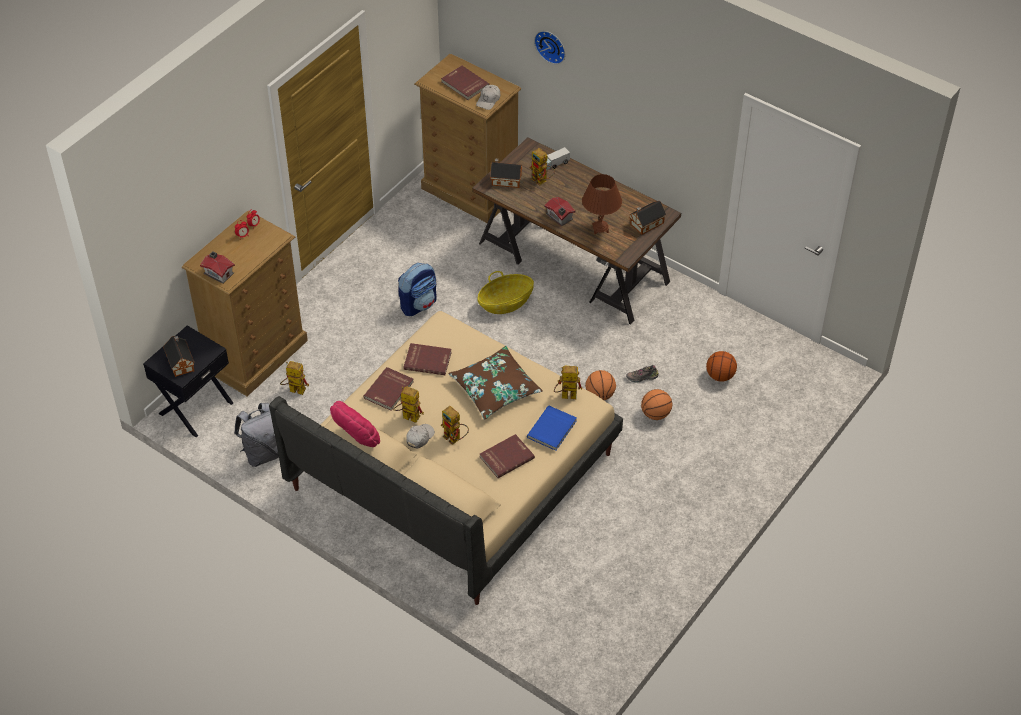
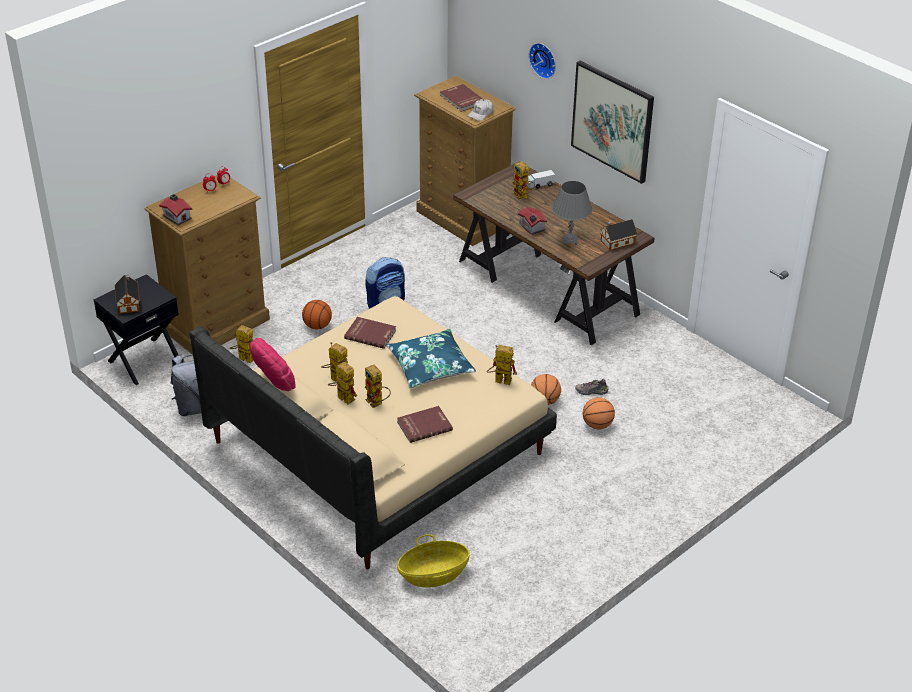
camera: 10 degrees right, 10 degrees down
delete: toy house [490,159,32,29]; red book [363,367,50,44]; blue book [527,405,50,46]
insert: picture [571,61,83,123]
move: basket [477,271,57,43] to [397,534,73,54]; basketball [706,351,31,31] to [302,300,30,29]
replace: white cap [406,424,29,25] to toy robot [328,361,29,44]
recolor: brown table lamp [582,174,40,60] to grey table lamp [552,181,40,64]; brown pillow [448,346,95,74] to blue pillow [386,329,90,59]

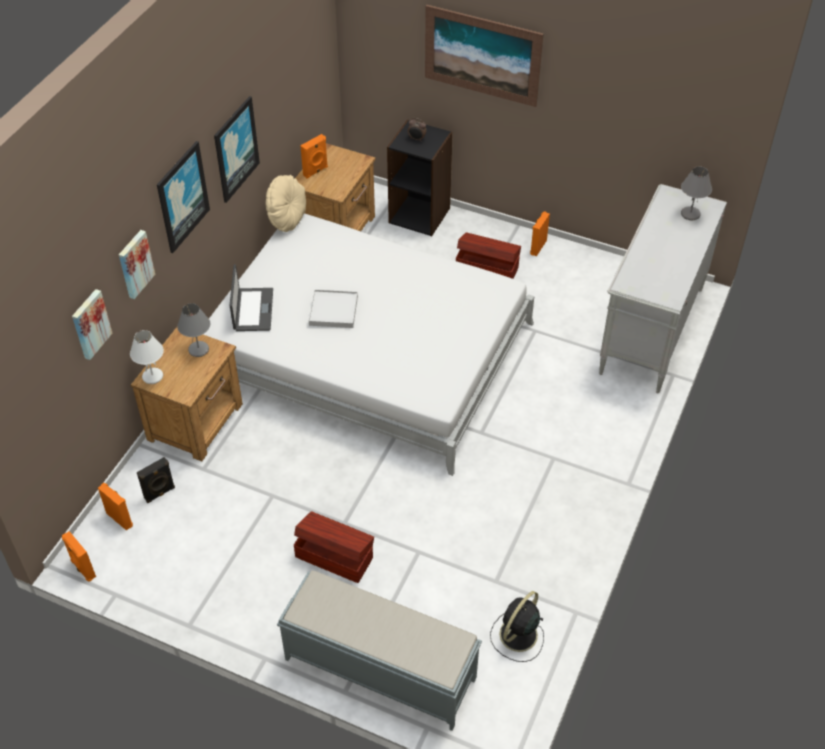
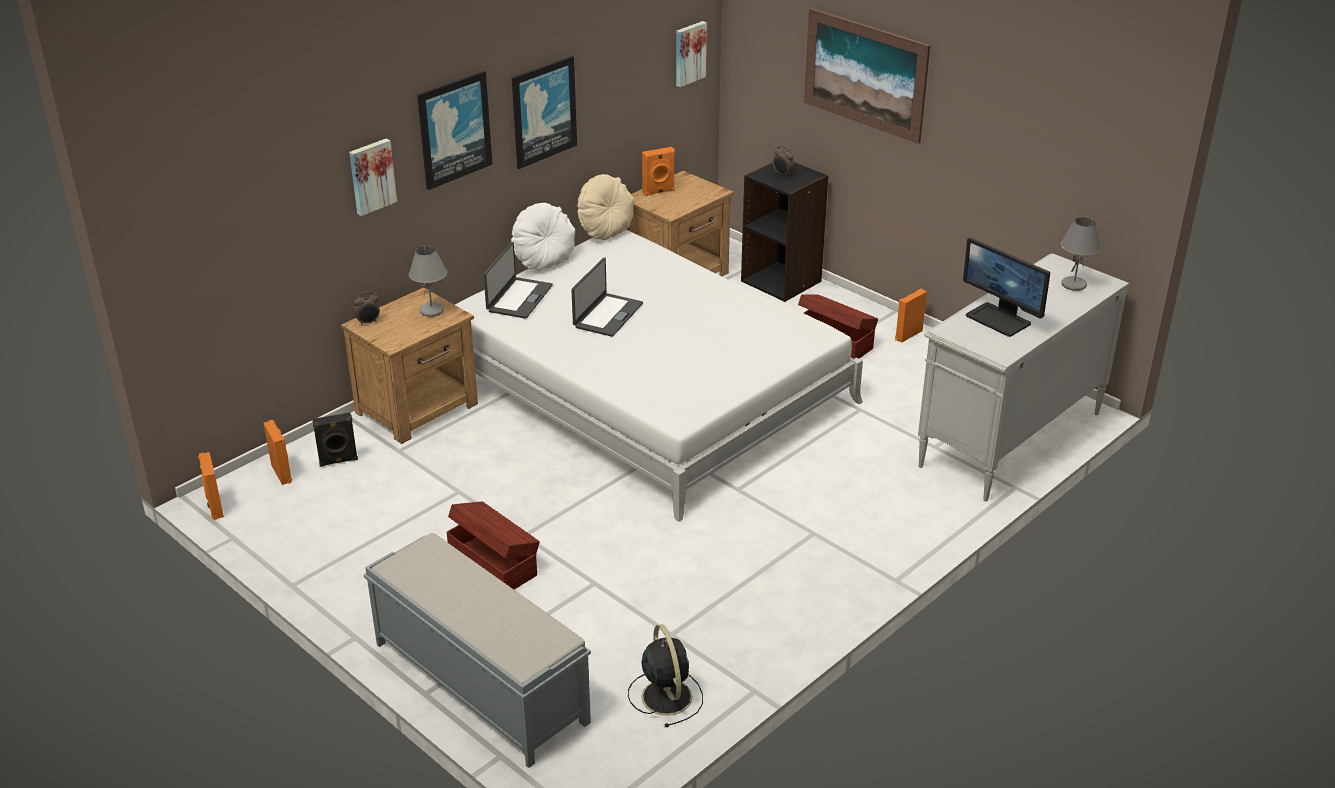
camera: 20 degrees right, 15 degrees down
insert: white pillow [511,203,64,68]; monitor [963,237,87,100]
move: picture [72,289,40,71] to [676,21,31,66]
replace: white tray [309,289,49,39] to laptop [571,257,72,80]; white table lamp [130,330,34,54] to alarm clock [353,291,27,35]
rotate: black fan [490,591,54,71] = [628,624,75,103] 105 degrees clockwise

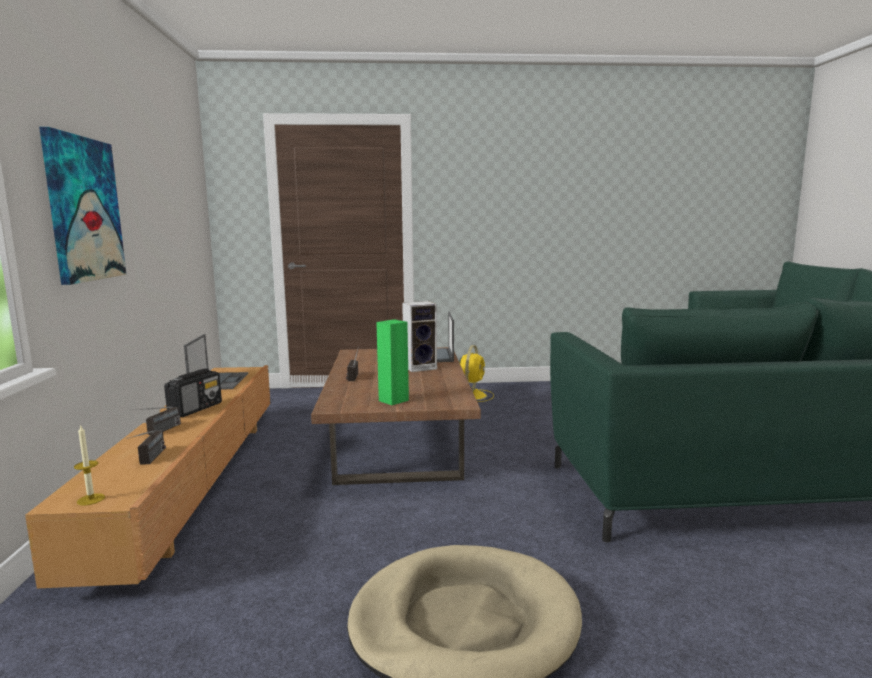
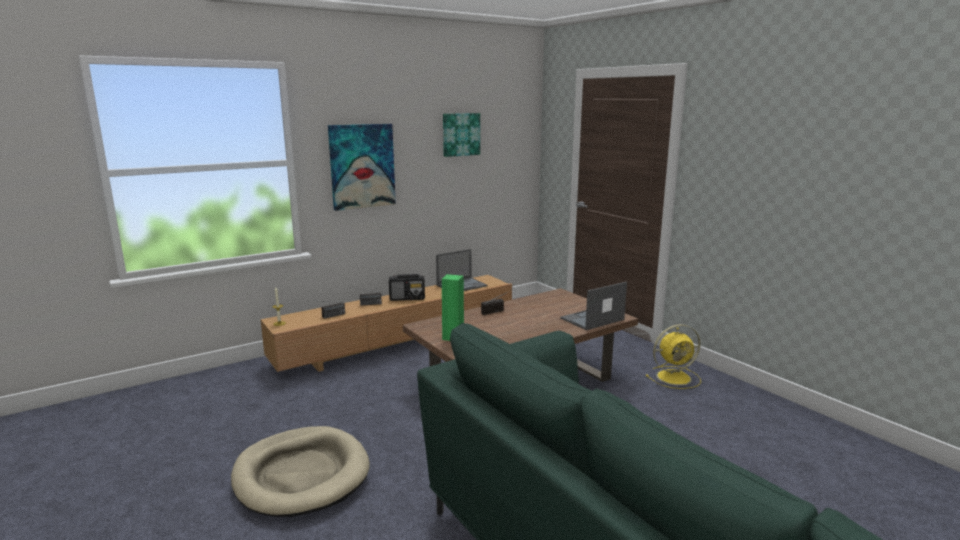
camera: 60 degrees right, 5 degrees up
delete: speaker [402,301,35,71]
insert: picture [443,113,37,44]

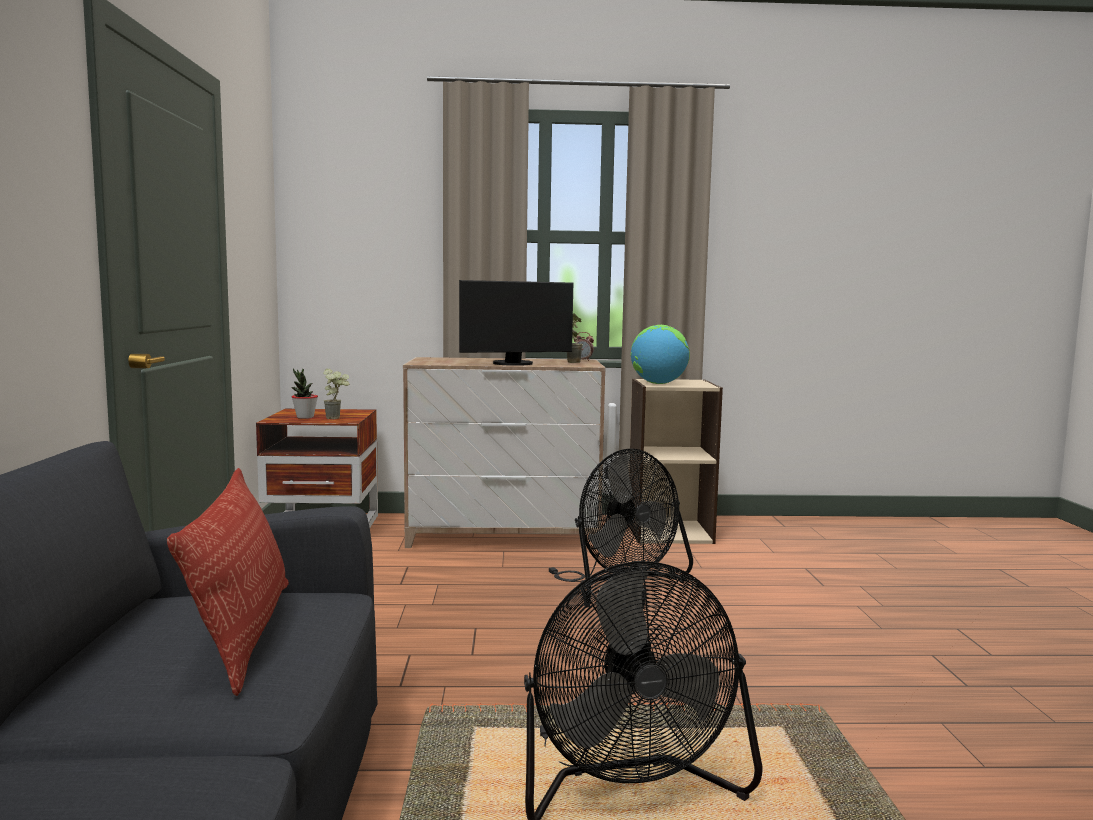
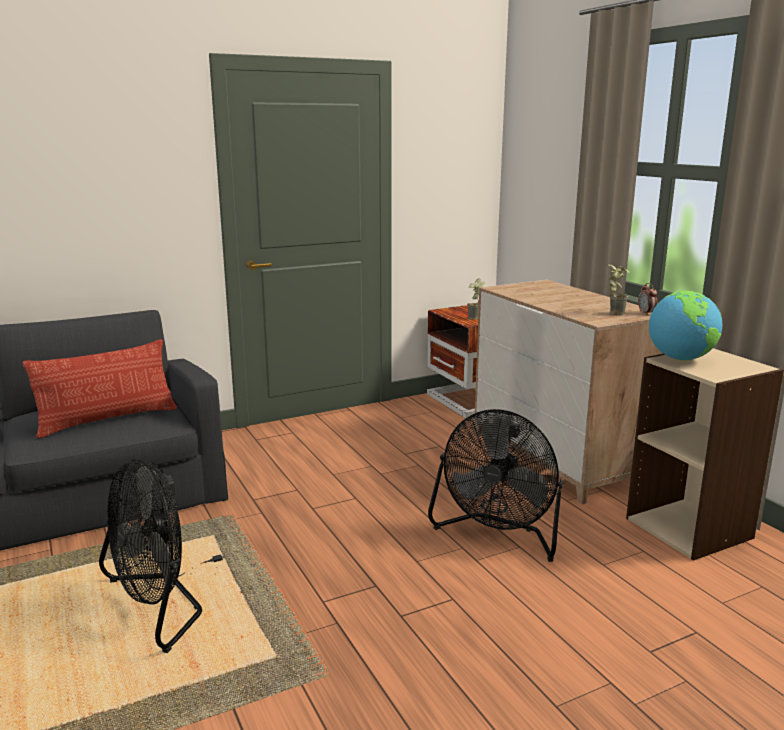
camera: 65 degrees right, 10 degrees up
delete: monitor [459,280,114,86]; potted plant [291,368,27,51]

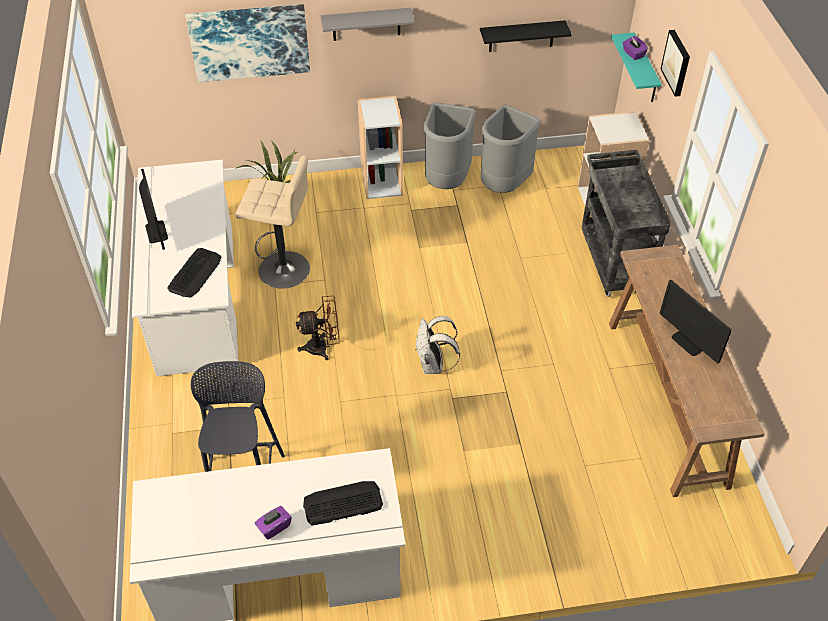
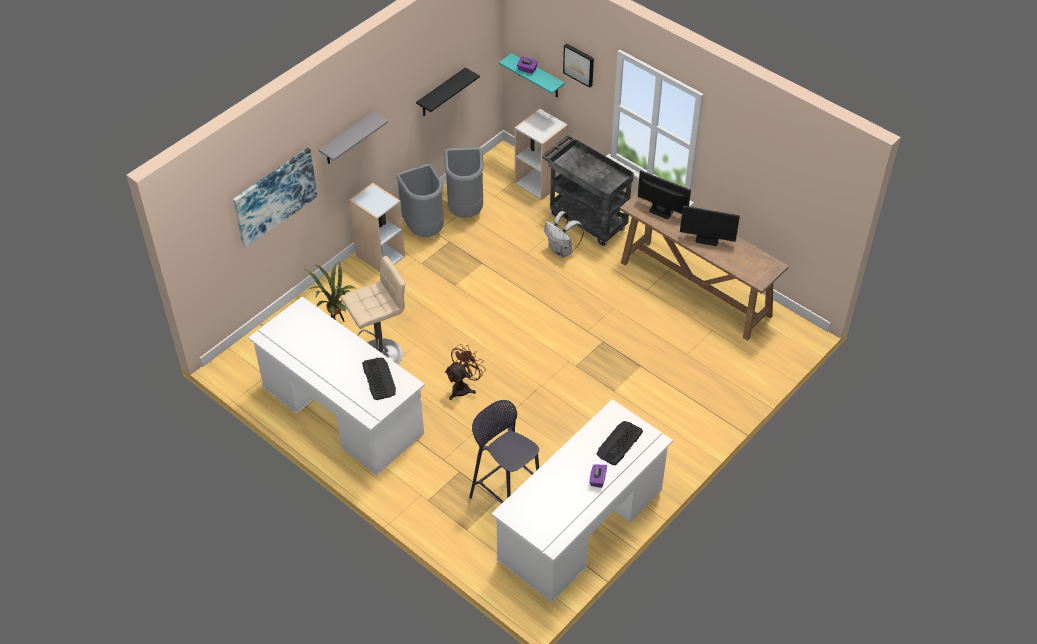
camera: 40 degrees left, 0 degrees up
move: monitor [139,169,29,81] to [638,171,53,48]; white backpack [416,316,44,58] to [544,211,40,47]

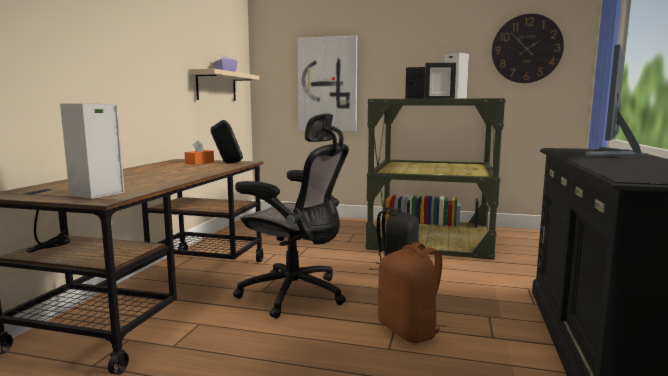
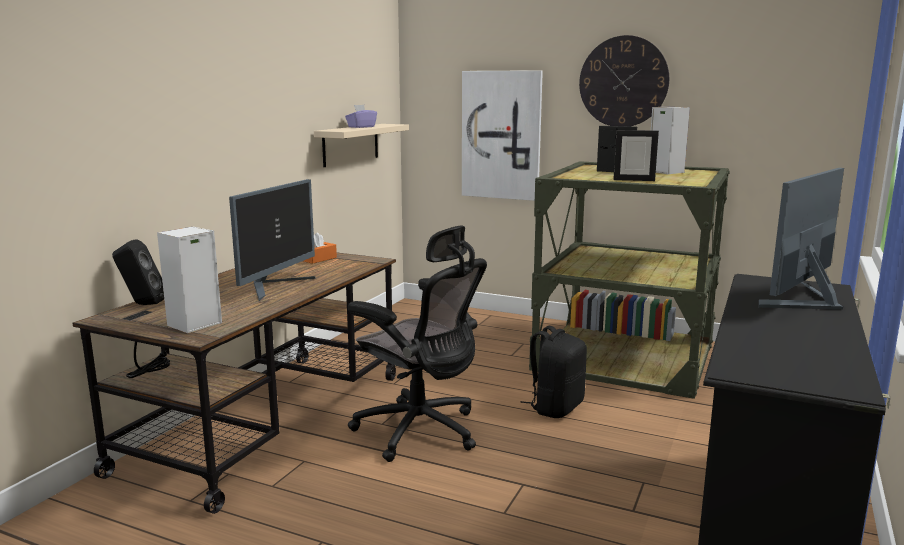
camera: 10 degrees right, 5 degrees up
delete: brown backpack [378,242,68,101]
insert: monitor [229,179,87,122]
move: wall clock [492,14,72,69] to [579,35,90,91]; black speaker [211,120,32,43] to [112,239,52,66]

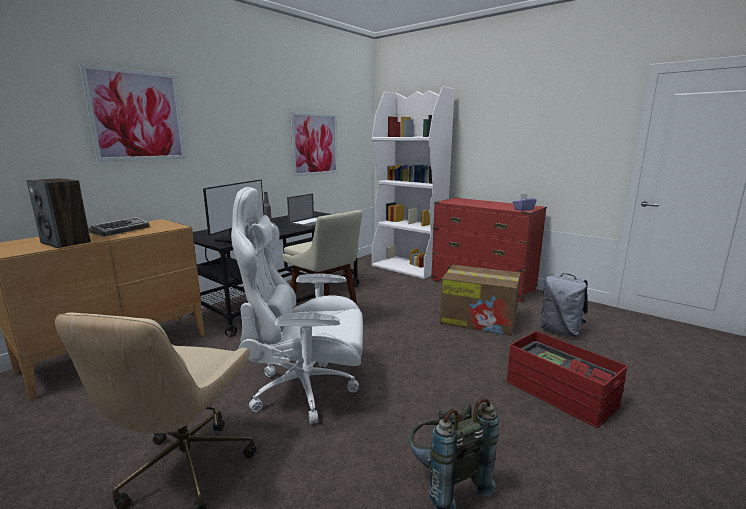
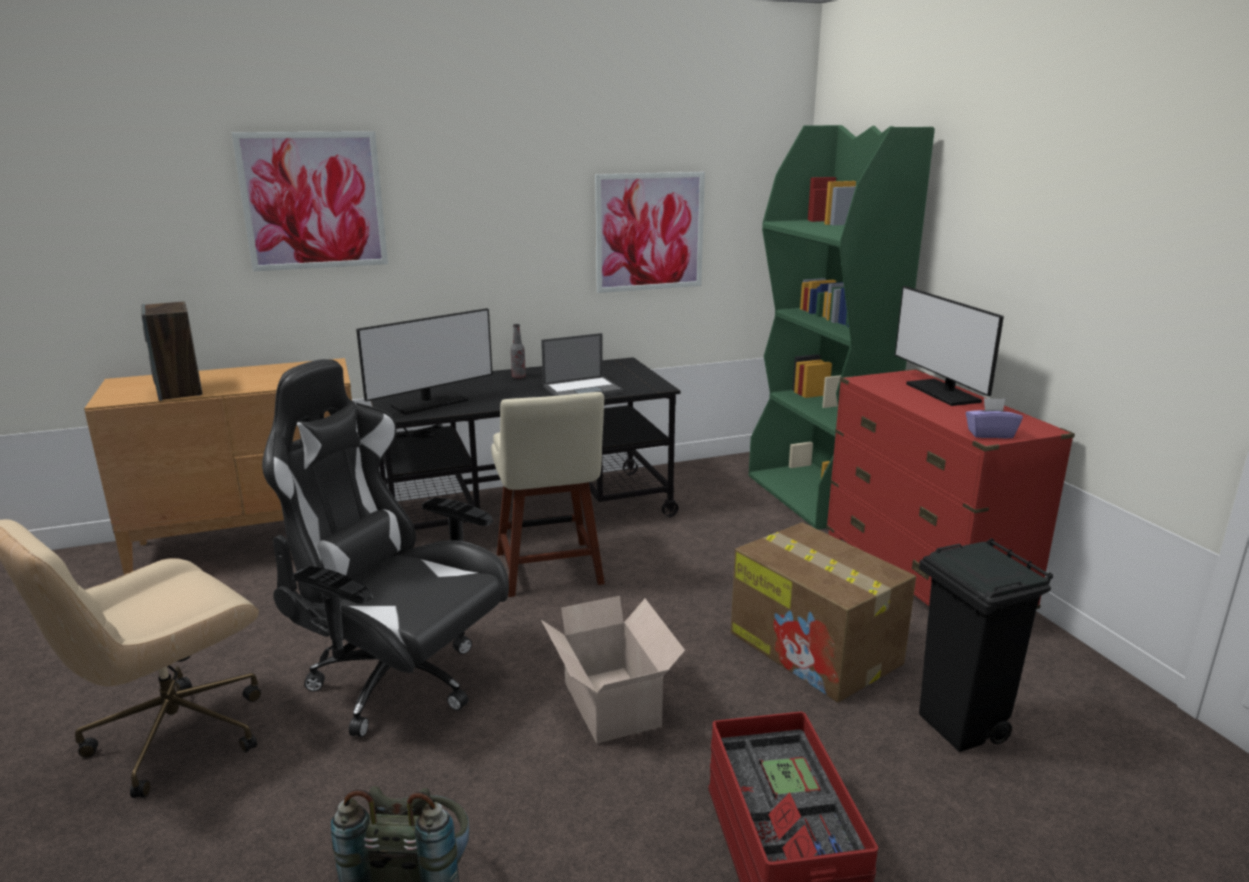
camera: 30 degrees right, 5 degrees up
delete: keyboard [88,217,61,20]
insert: monitor [895,286,109,120]; cardboard box [541,596,144,148]
replace: grey backpack [541,273,47,64] to black trash can [919,538,134,214]
recolor: white bookcase [372,86,82,193] to green bookcase [749,125,186,405]; white office chair [231,187,132,237] to black office chair [262,359,247,378]

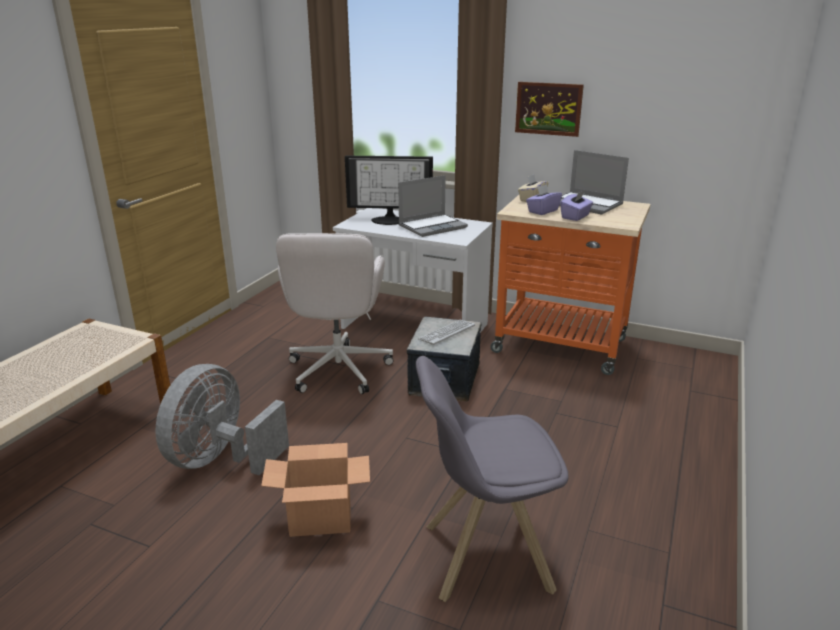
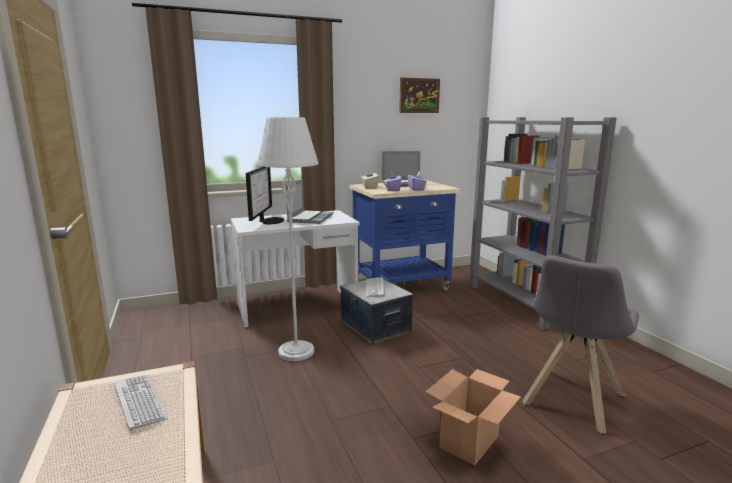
camera: 45 degrees left, 10 degrees down
delete: grey fan [155,364,134,111]
insert: grey bookcase [469,117,147,213]; keyboard [114,375,54,55]
move: picture [515,82,69,55] to [399,77,41,36]
replace: white office chair [276,233,117,161] to grey floor lamp [257,117,61,244]
recolor: orange cart [490,195,161,180] to blue cart [350,181,110,110]
rotate: monitor [345,156,88,69] = [246,167,38,58] 45 degrees counterclockwise

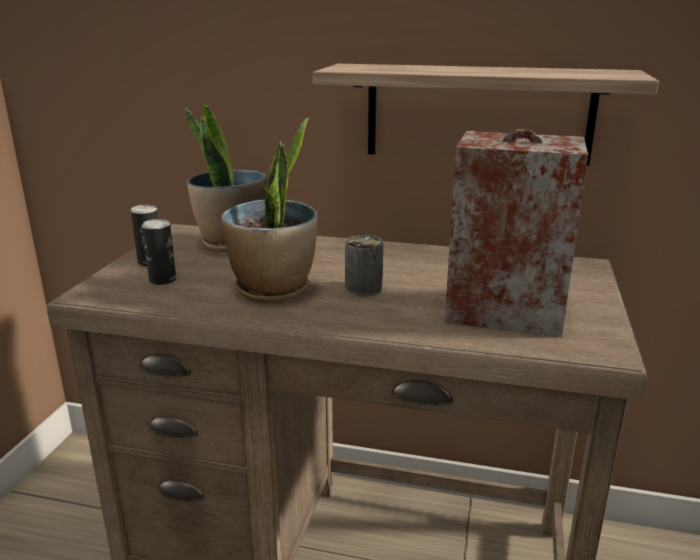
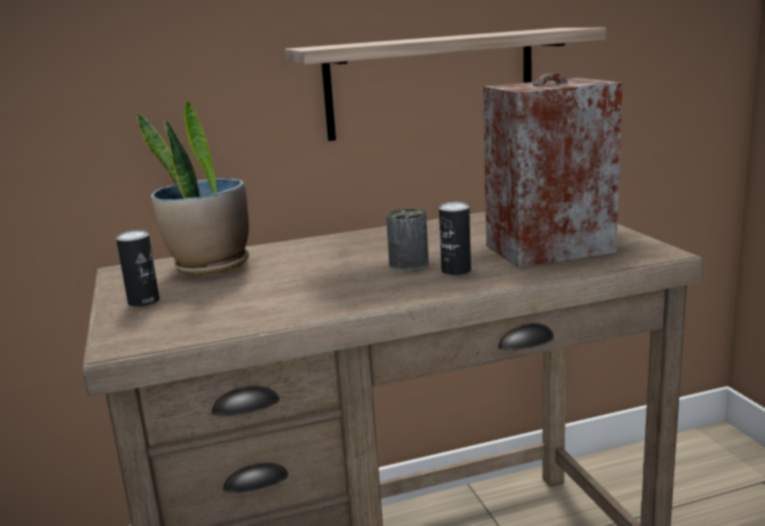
camera: 30 degrees left, 5 degrees down
delete: potted plant [221,118,96,185]
move: can [142,219,34,66] to [439,202,32,74]

